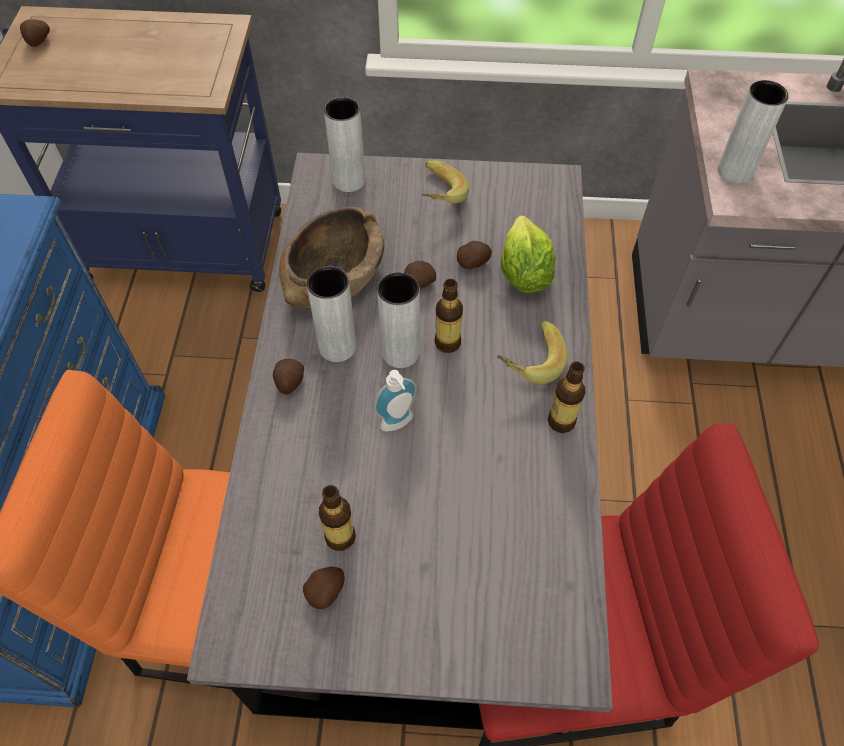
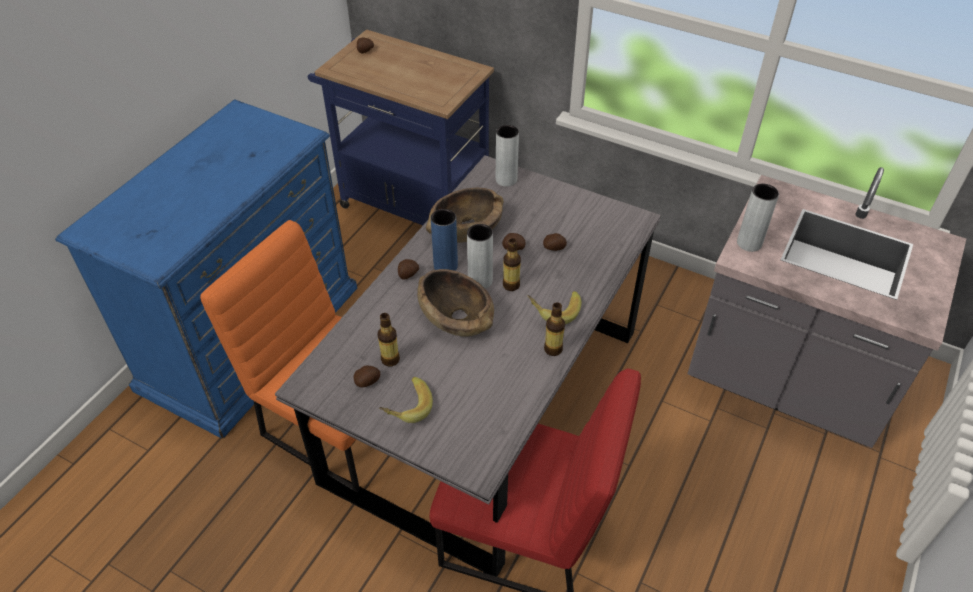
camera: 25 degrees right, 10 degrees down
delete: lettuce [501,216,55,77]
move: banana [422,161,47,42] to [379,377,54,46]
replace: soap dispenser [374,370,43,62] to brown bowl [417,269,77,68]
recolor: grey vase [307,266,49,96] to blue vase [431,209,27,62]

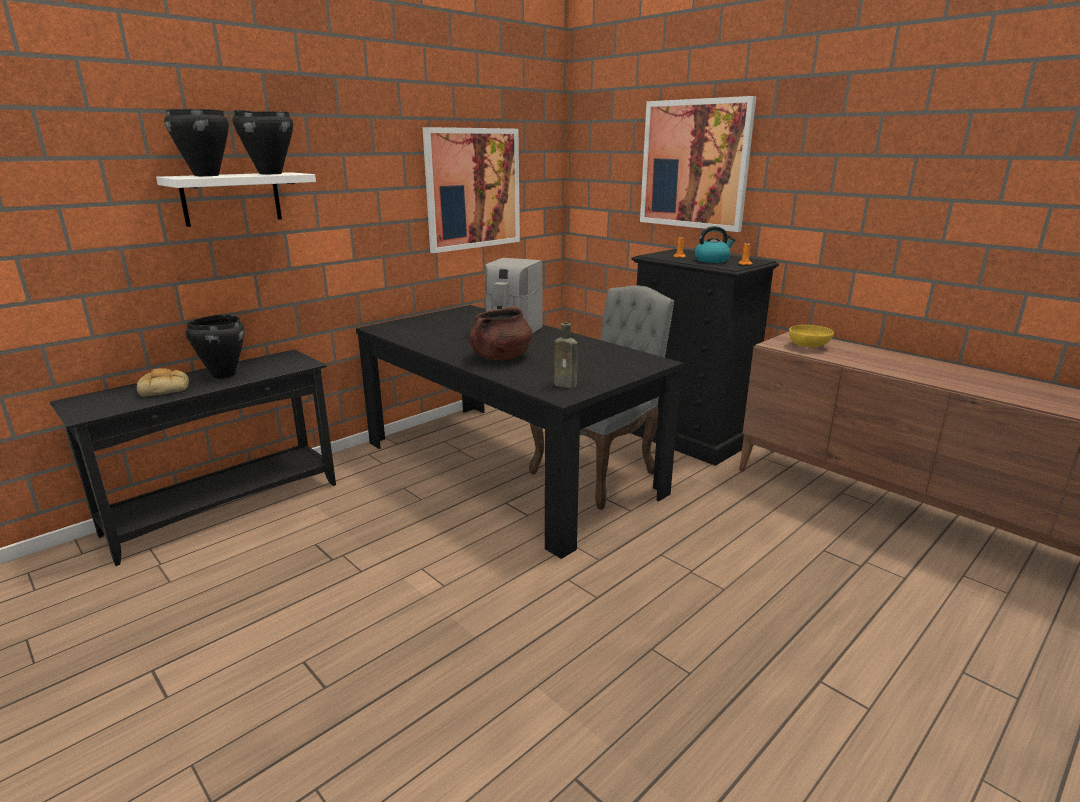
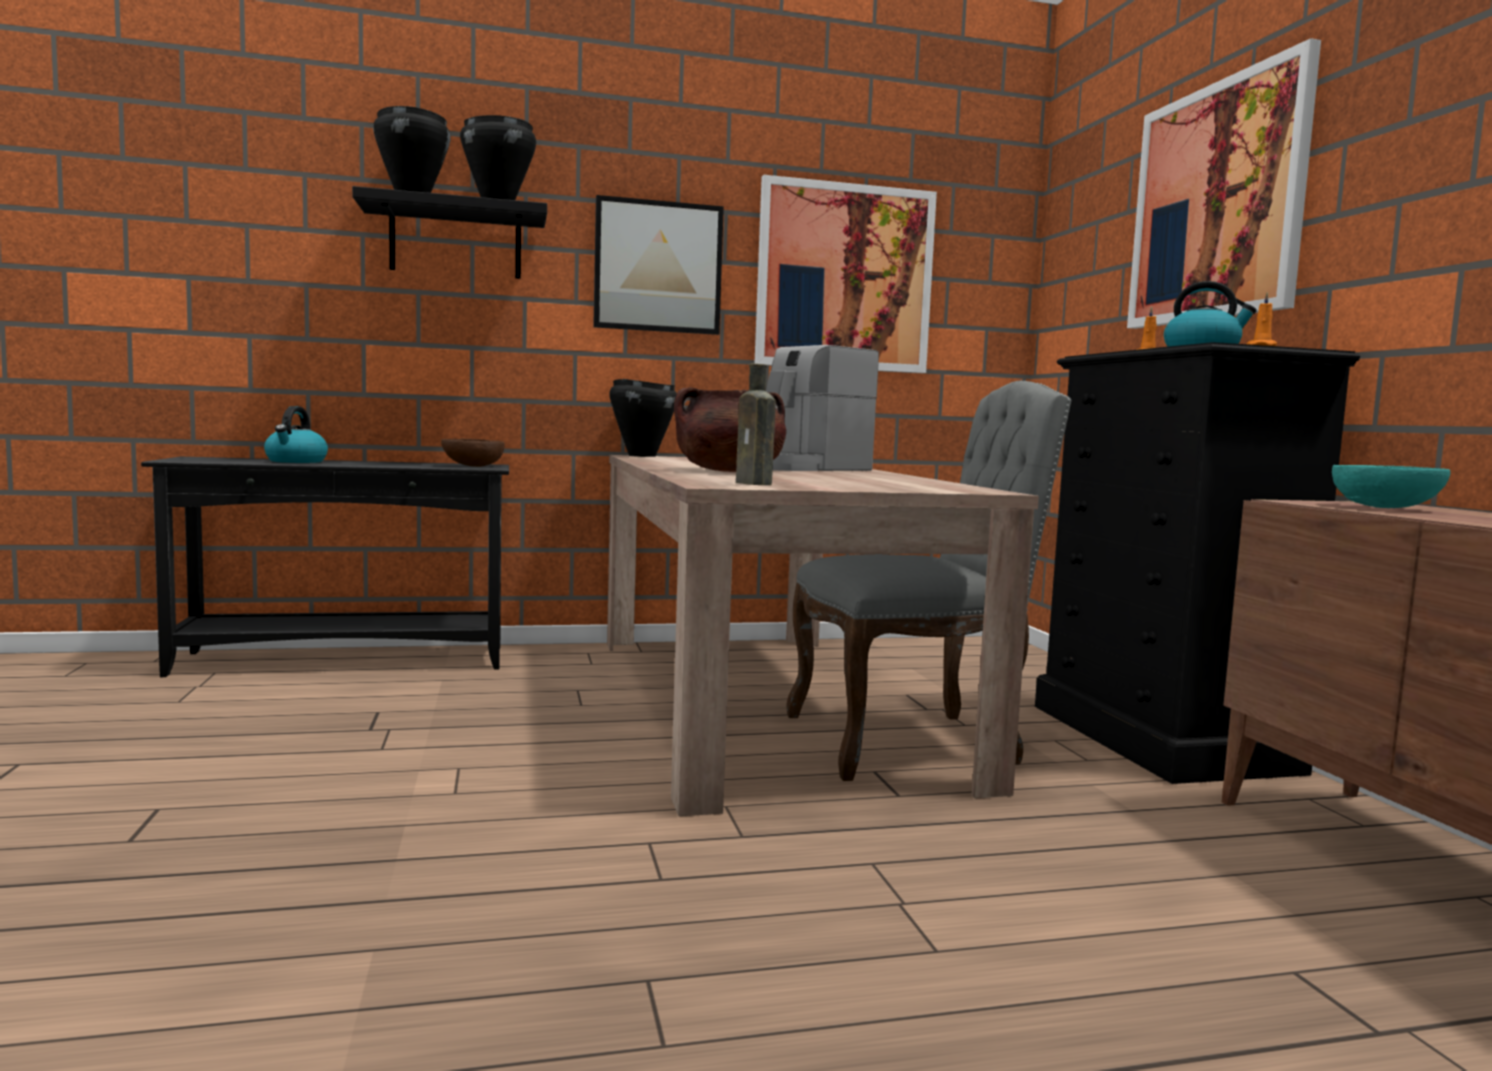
camera: 30 degrees right, 15 degrees down
insert: picture [593,195,131,140]; brown bowl [441,439,64,28]
move: black cooking pot [186,315,59,64] to [610,379,67,78]
replace: bread [137,368,52,29] to kettle [264,406,64,57]
recolor: white shelf [156,172,160,55] to black shelf [352,186,195,93]; black dining table [356,305,328,254] to beige dining table [607,455,432,361]; yellow bowl [789,325,45,23] to turquoise bowl [1332,465,118,43]

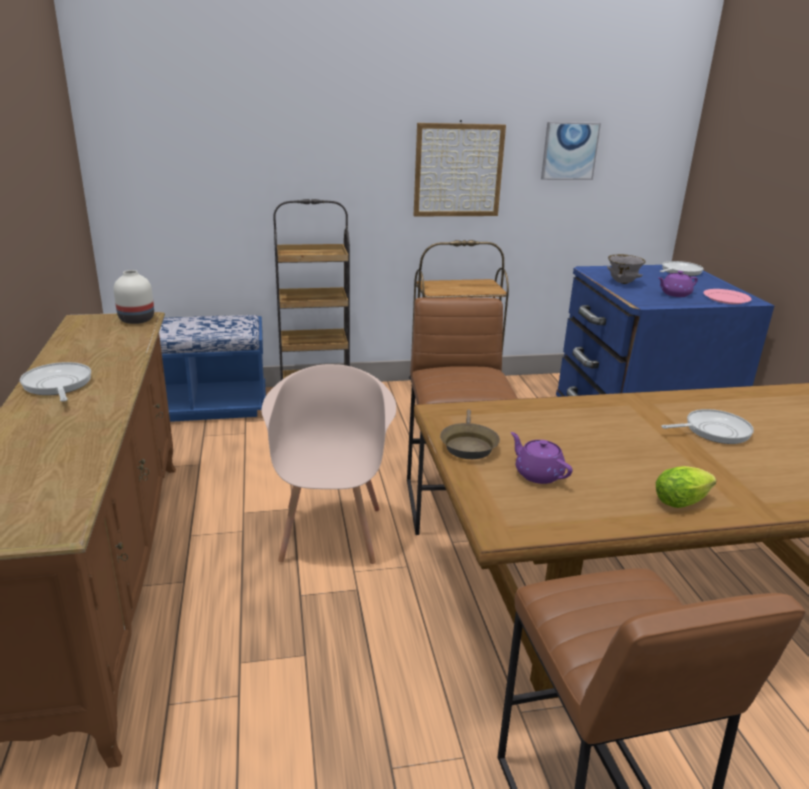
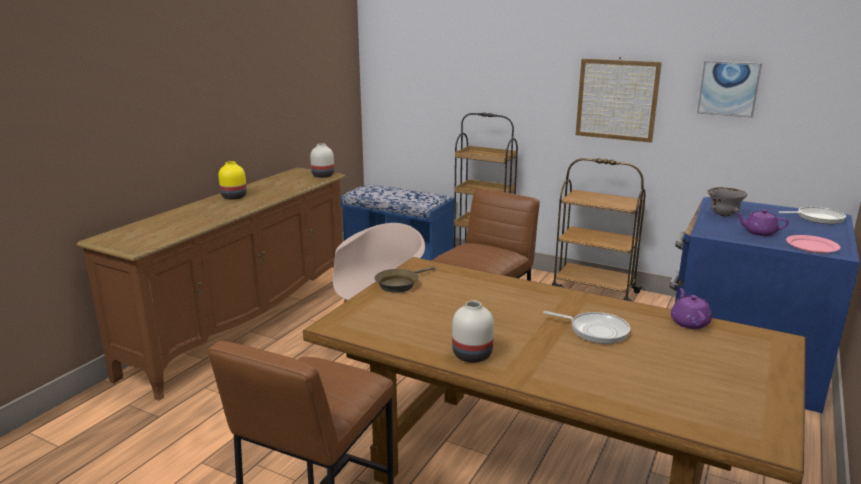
camera: 40 degrees right, 5 degrees down
move: purple teapot [511,432,62,52] to [671,288,41,41]
replace: frying pan [20,362,71,40] to yellow vase [218,161,29,39]; lettuce [656,466,60,42] to white vase [452,301,42,62]

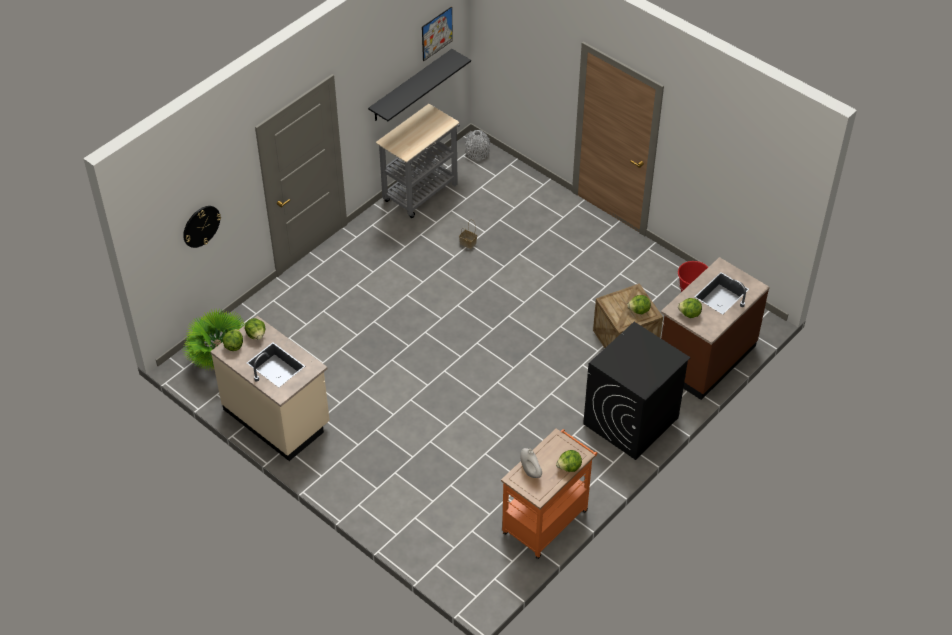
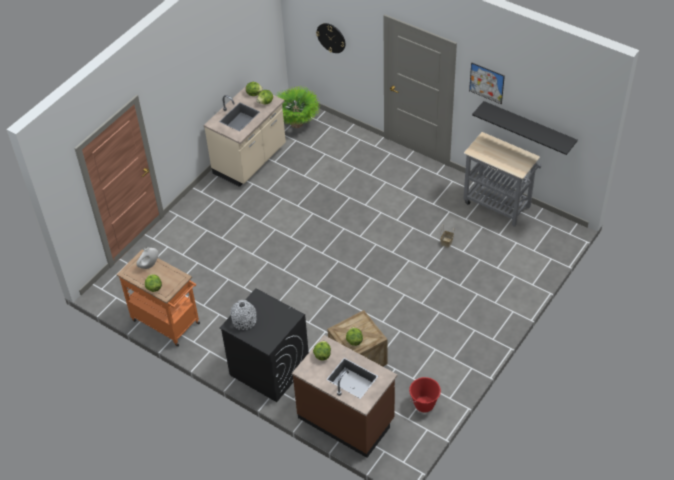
camera: 85 degrees right, 0 degrees up
move: picture [422,7,31,54] to [469,63,36,41]; grey vase [465,130,25,30] to [230,300,26,30]

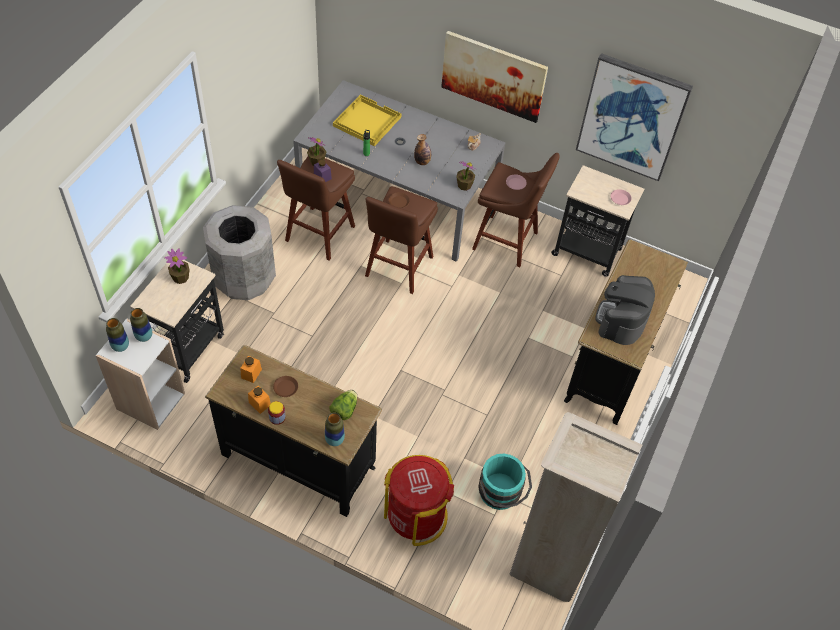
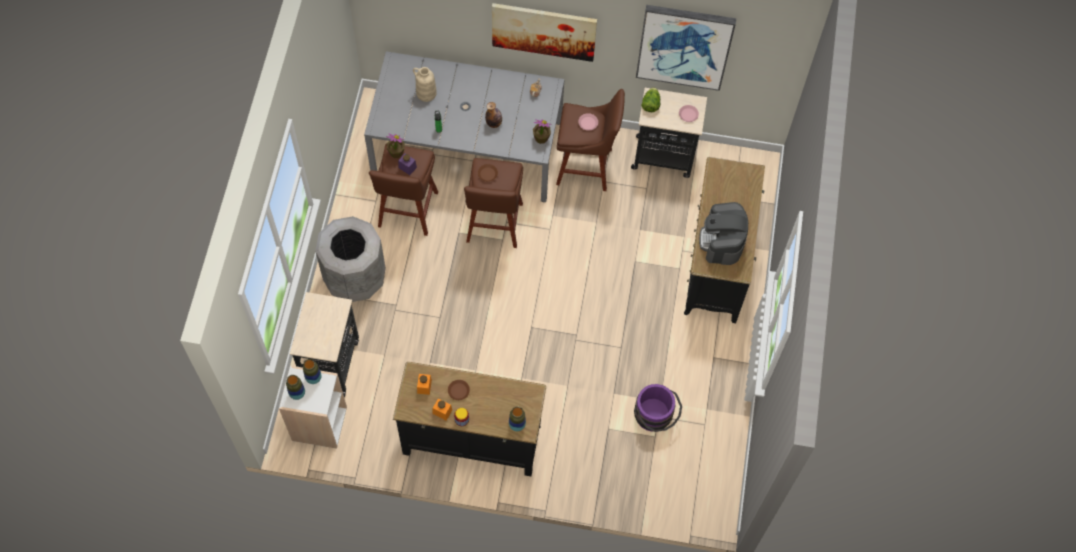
camera: 15 degrees left, 10 degrees up
delete: potted plant [165,248,25,36]; beige cabinet [510,412,132,190]; red trash can [384,455,70,91]
move: lettuce [330,390,27,30] to [641,87,19,25]
replace: yellow tray [333,95,68,51] to beige vase [413,67,24,35]
recolor: turquoise bucket [478,454,54,56] to purple bucket [634,384,48,48]

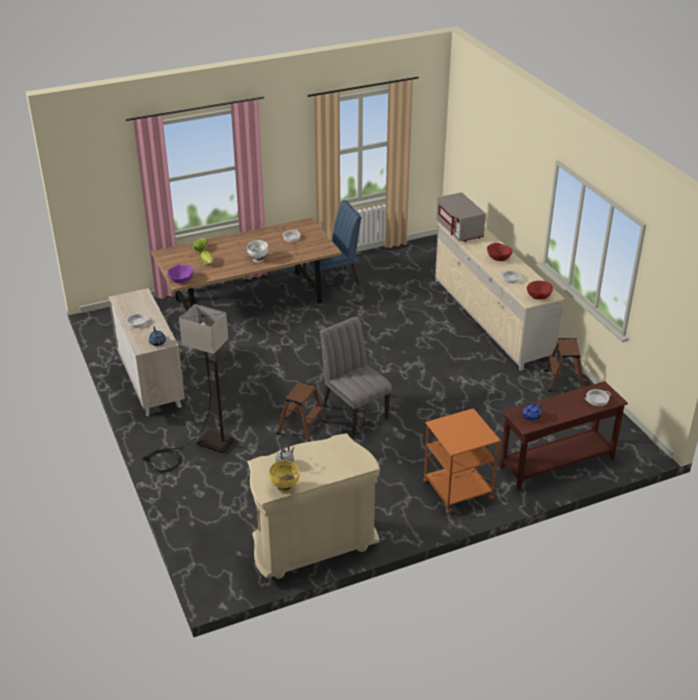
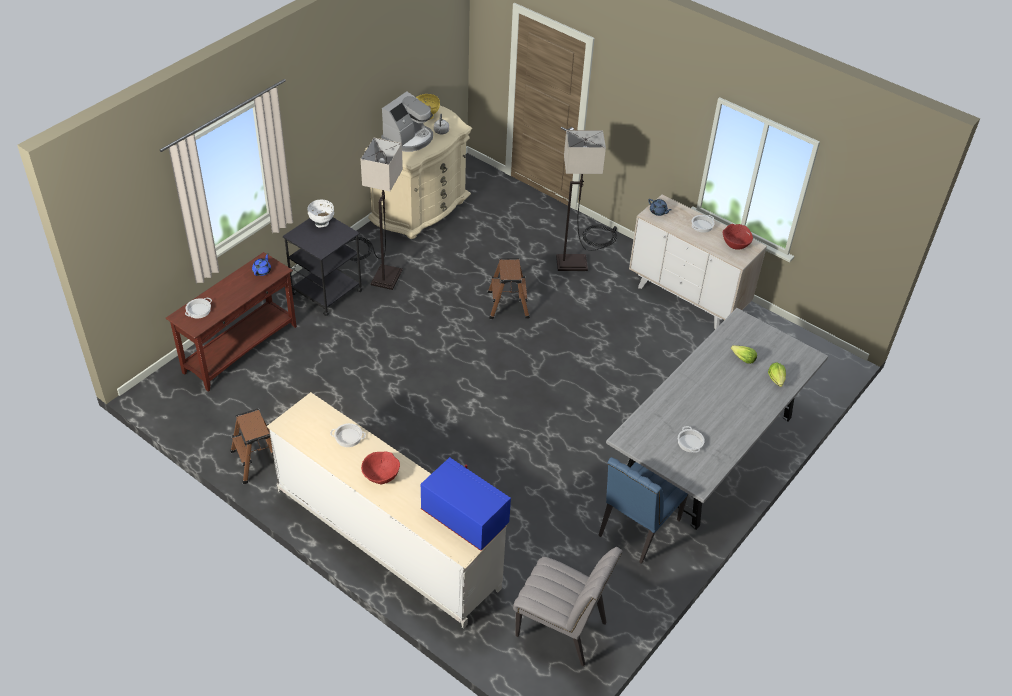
camera: 150 degrees right, 10 degrees up
delete: purple bowl [168,264,26,19]
insert: coffee machine [381,91,52,61]; floor lamp [345,138,58,152]
move: white bowl [247,240,21,22] to [307,200,27,27]; red bowl [527,281,26,19] to [723,224,30,26]; grey chair [319,316,73,119] to [513,547,109,120]
recolor: grey microwave [436,192,50,50] to blue microwave [421,457,90,94]; brown dining table [151,217,190,93] to grey dining table [606,308,222,222]; orange cart [423,408,78,106] to black cart [283,218,80,98]

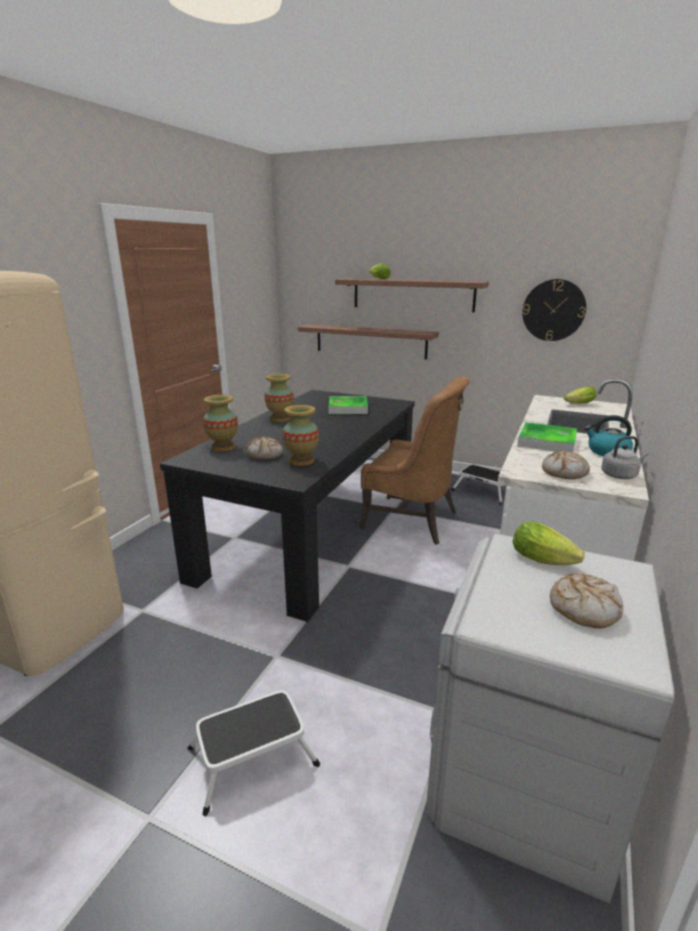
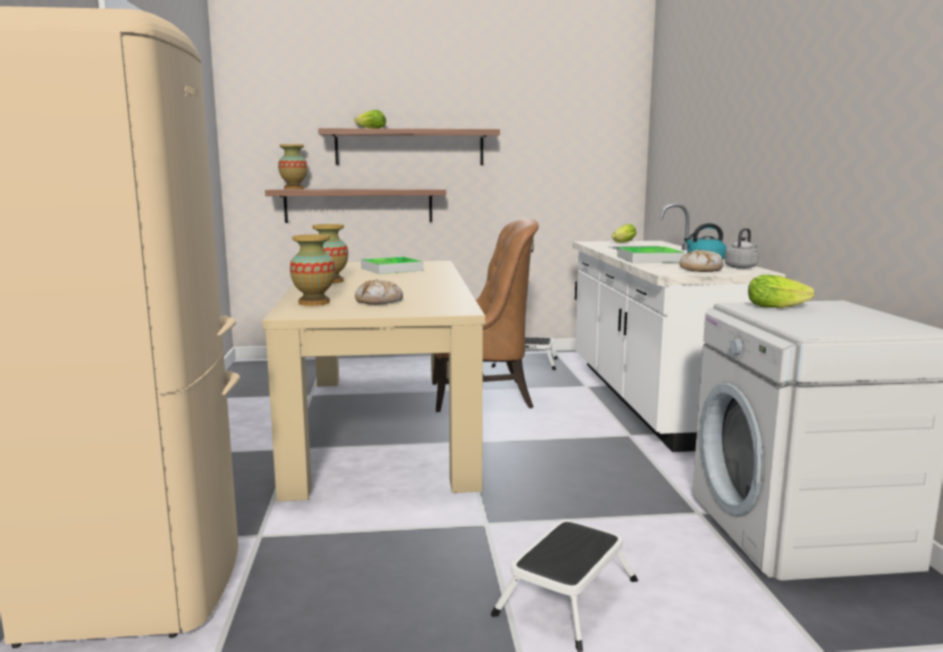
camera: 30 degrees left, 10 degrees down
delete: wall clock [522,279,64,62]; bread [550,573,73,56]
move: vase [282,405,37,61] to [278,144,30,45]
recolor: black dining table [160,390,255,232] to beige dining table [262,261,223,240]

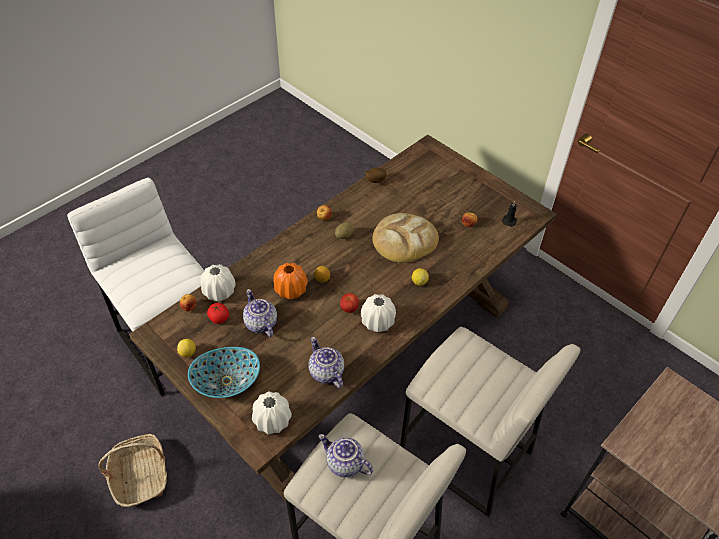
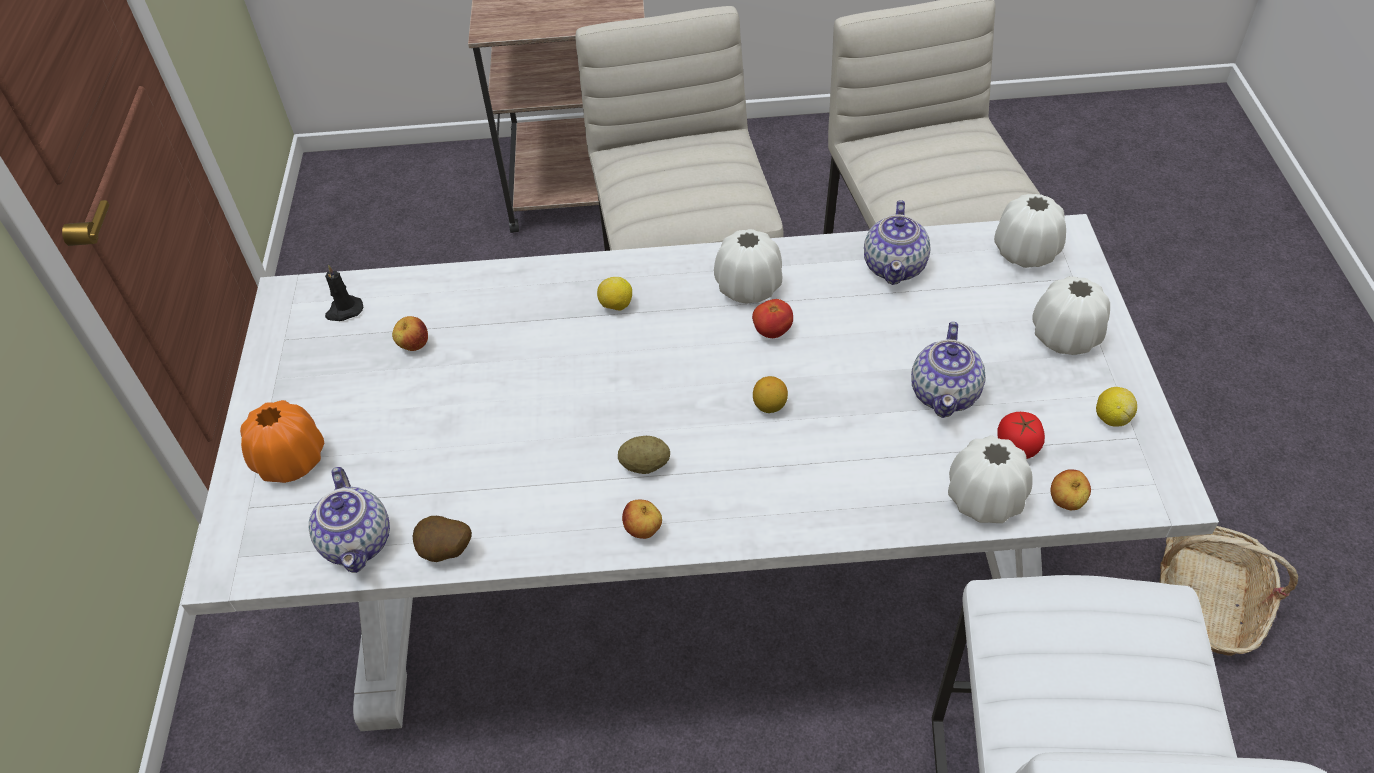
camera: 135 degrees left, 0 degrees up
delete: bread [372,213,67,50]
move: orange vase [273,263,35,36] to [240,400,84,83]; teapot [318,434,55,43] to [309,467,81,106]
replace: bowl [188,347,72,51] to white vase [1033,276,77,79]
recolor: brown dining table [129,135,428,366] to white dining table [181,214,1038,517]

